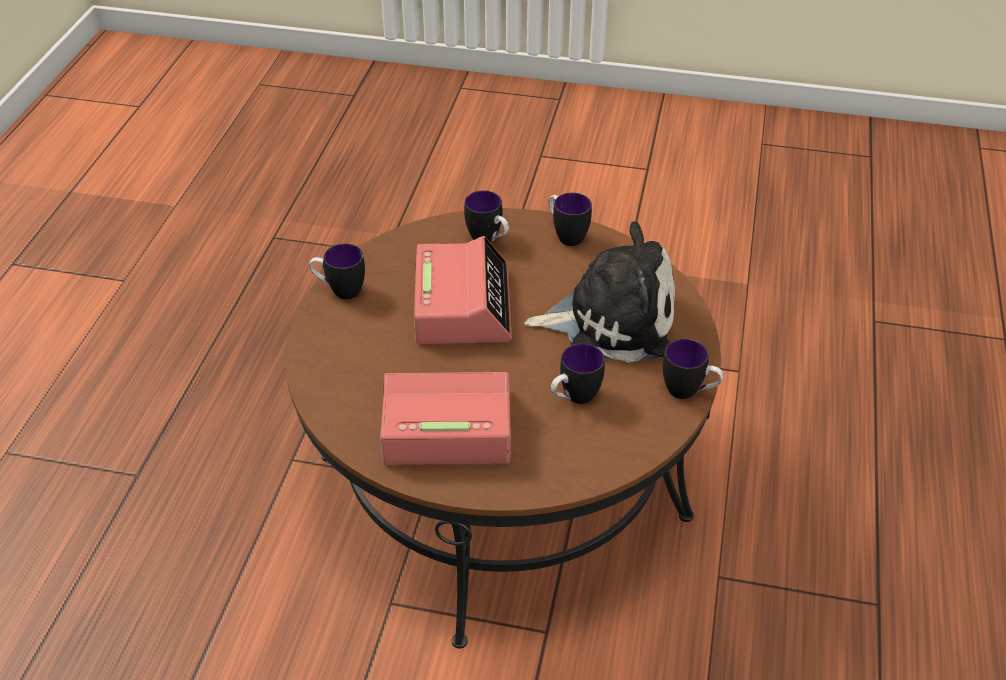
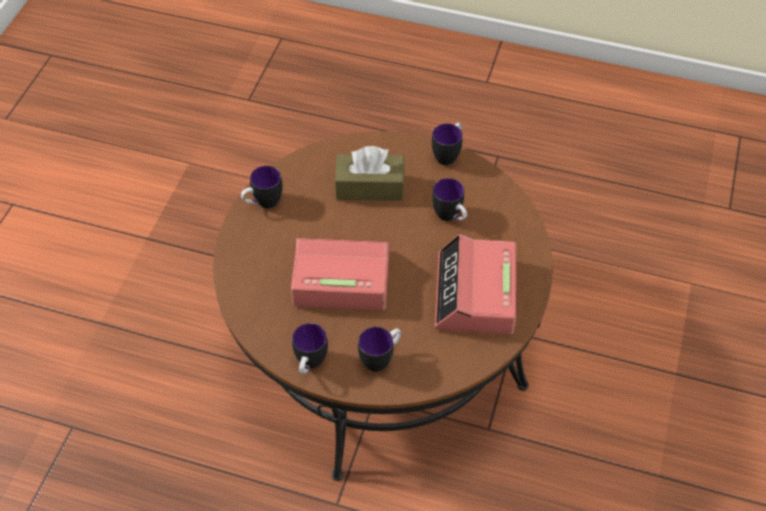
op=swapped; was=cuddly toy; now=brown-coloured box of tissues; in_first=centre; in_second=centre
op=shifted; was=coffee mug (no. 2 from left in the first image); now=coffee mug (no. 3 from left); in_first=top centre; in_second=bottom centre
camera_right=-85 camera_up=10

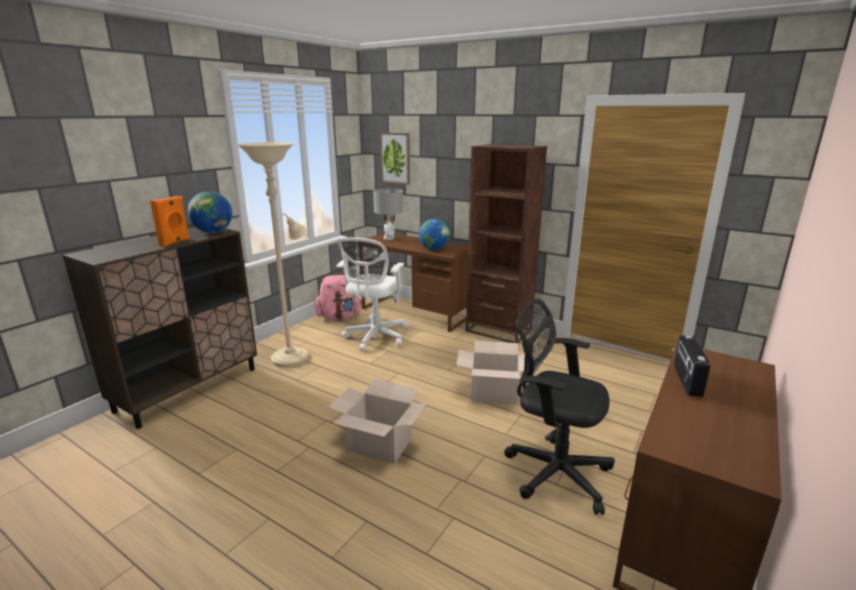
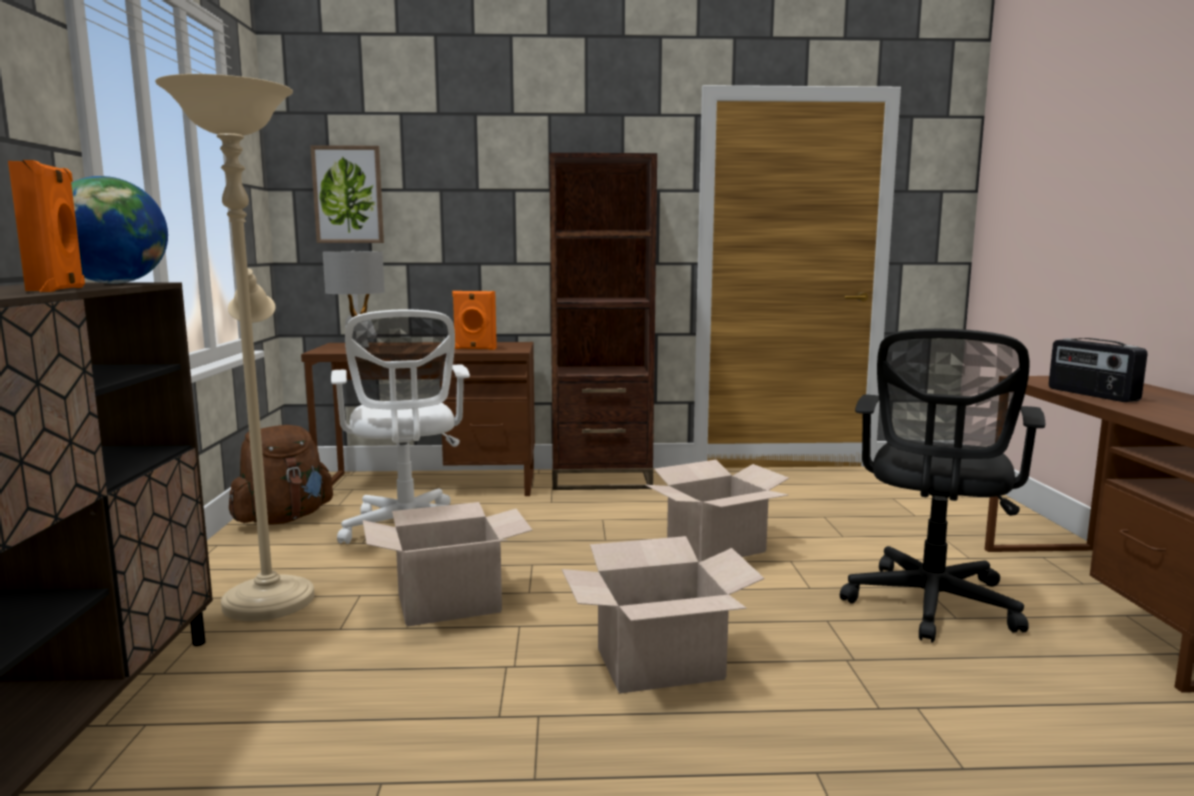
op=repainted; was=pinkish knapsack; now=brown-coloured knapsack; in_first=centre; in_second=middle left
op=new; now=carton (no. 1 from left); in_second=bottom centre
op=swapped; was=world globe (no. 2 from left); now=orange audio speaker (no. 2 from left); in_first=centre; in_second=centre
op=rotated; was=blackish office chair; in_first=bottom centre; in_second=middle right; clockwise=-60
camera_right=-35 camera_up=-10

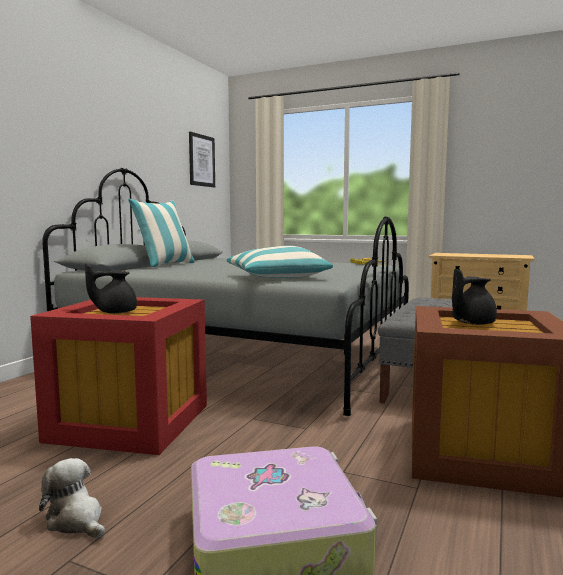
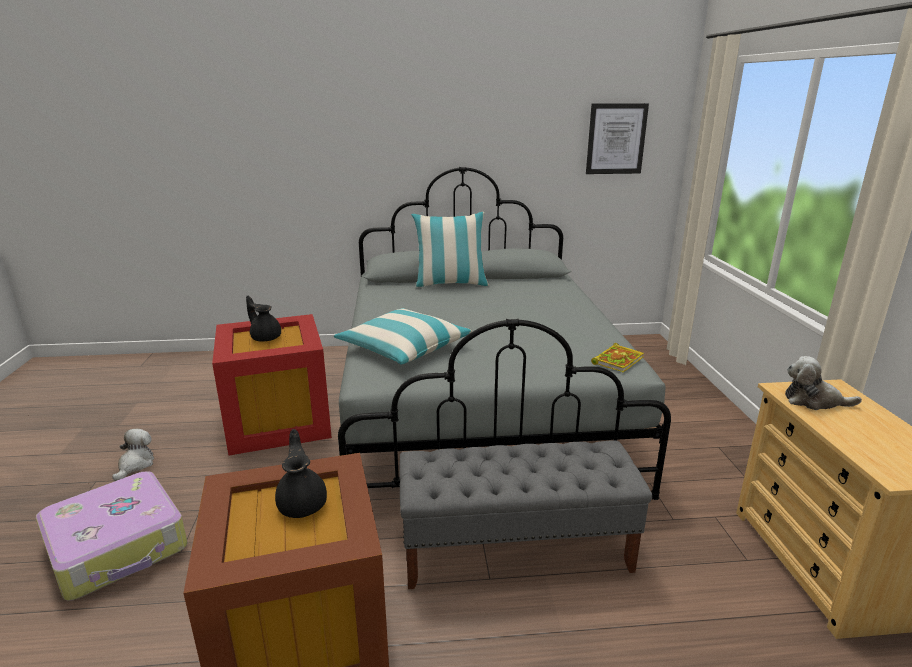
op=rotated; was=blackish teapot (no. 2 from left); in_first=middle right; in_second=bottom left; clockwise=45
op=new; now=cuddly toy (no. 2 from left); in_second=middle right
camera_right=60 camera_up=15

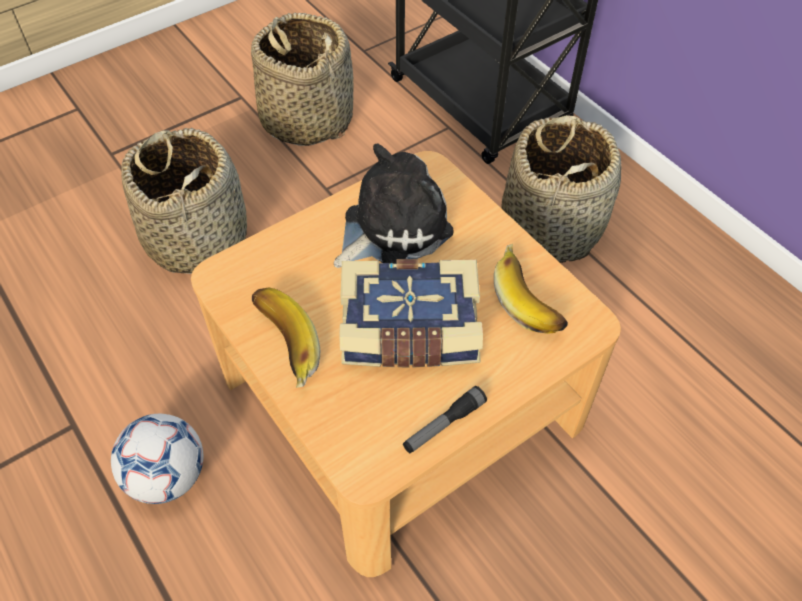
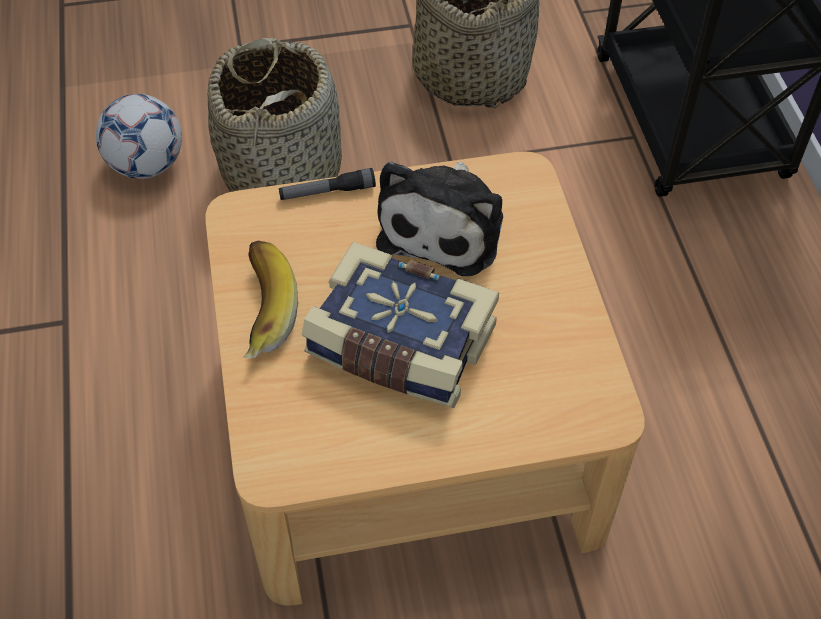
op=shifted; was=football; in_first=bottom left; in_second=top left
op=shifted; was=flashlight; in_first=bottom centre; in_second=top centre
op=rotated; was=cuddly toy; in_first=centre; in_second=centre; clockwise=120
op=gone; was=banana (no. 2 from left); in_first=centre
op=gone; was=household basket (no. 3 from left); in_first=top right
camera_right=25 camera_up=0

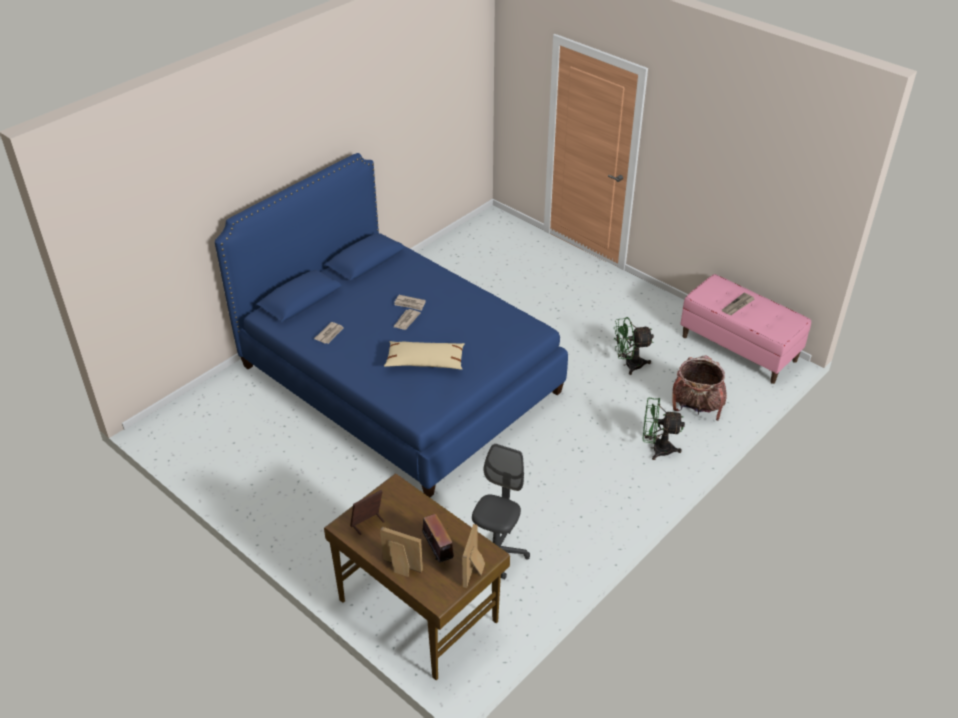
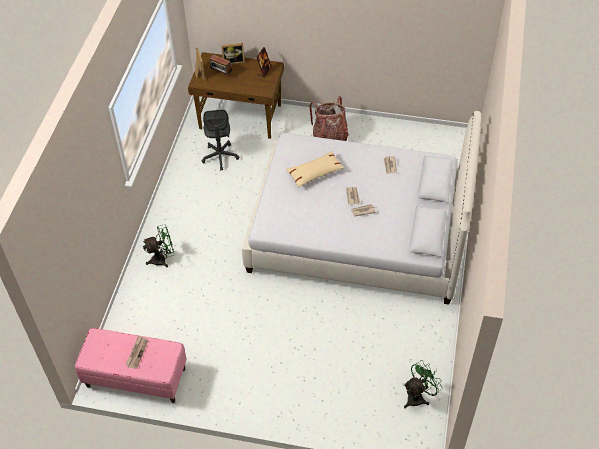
op=repainted; was=bluish bedroom bed; now=white bedroom bed; in_first=centre; in_second=centre
op=shifted; was=knapsack; in_first=middle right; in_second=top centre
op=shifted; was=greenish cooling fan (no. 1 from left in the first image); now=greenish cooling fan (no. 2 from left); in_first=centre; in_second=bottom right
camera_right=150 camera_up=10

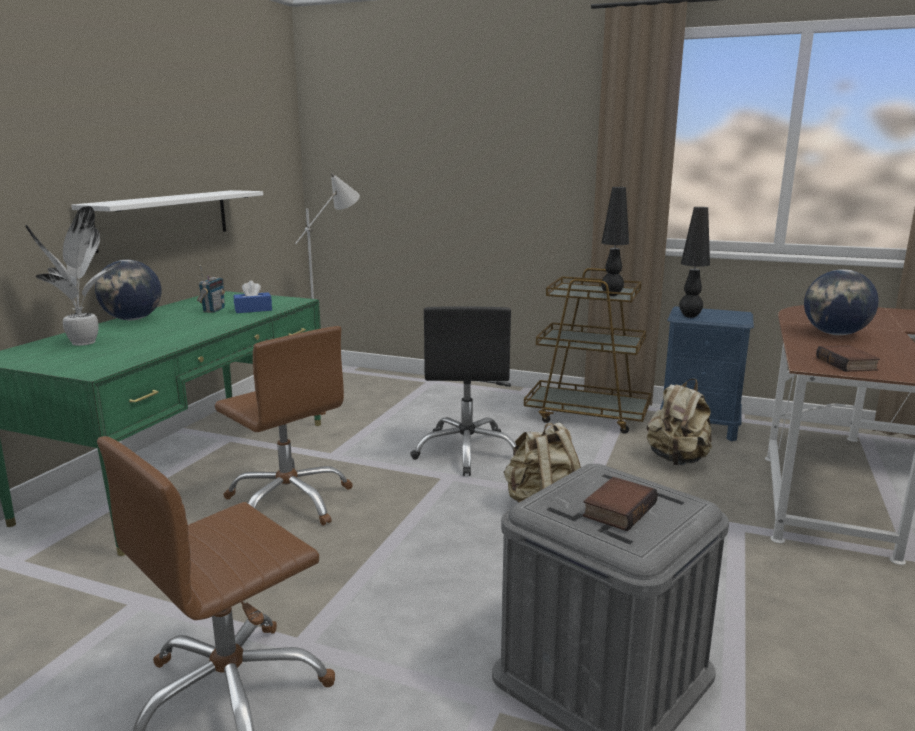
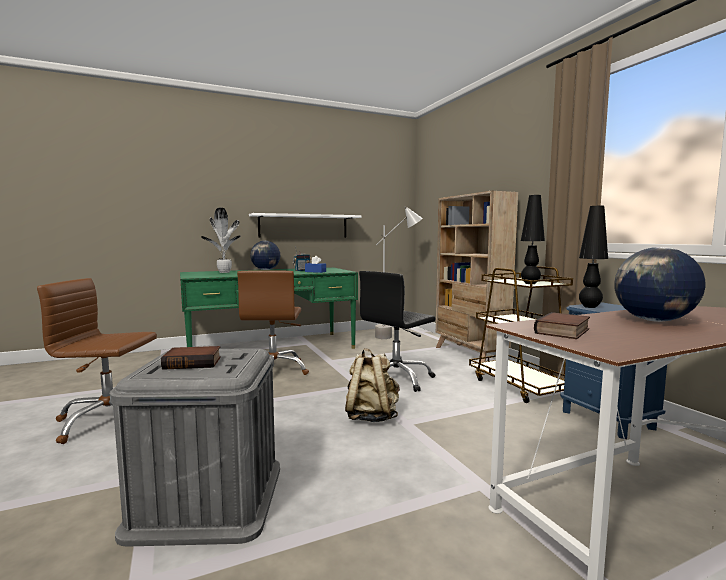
op=new; now=beige-coloured bookcase; in_second=centre
op=gone; was=beige-coloured knapsack (no. 2 from left); in_first=middle right
camera_right=45 camera_up=-10

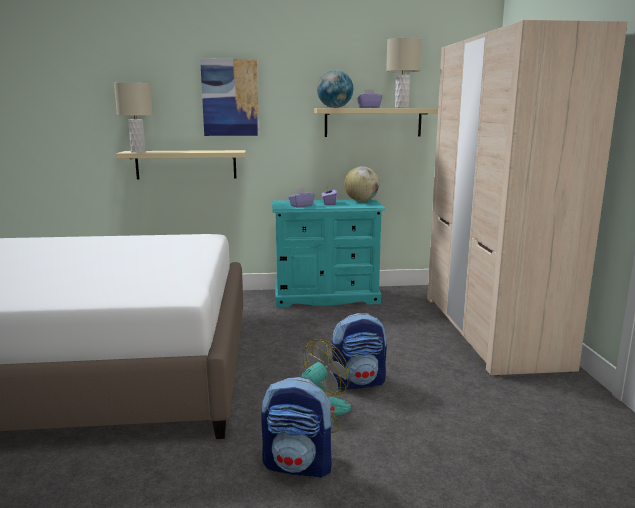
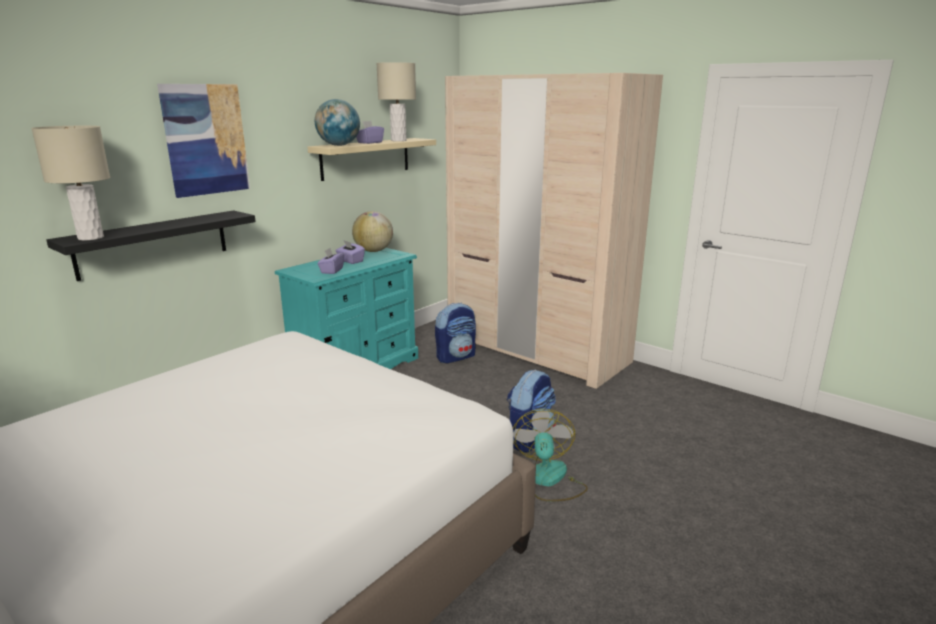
op=repainted; was=beige-coloured bracket shelf (no. 1 from left); now=blackish bracket shelf; in_first=top left; in_second=middle left
op=shifted; was=knapsack (no. 1 from left); in_first=bottom centre; in_second=centre
camera_right=-45 camera_up=5

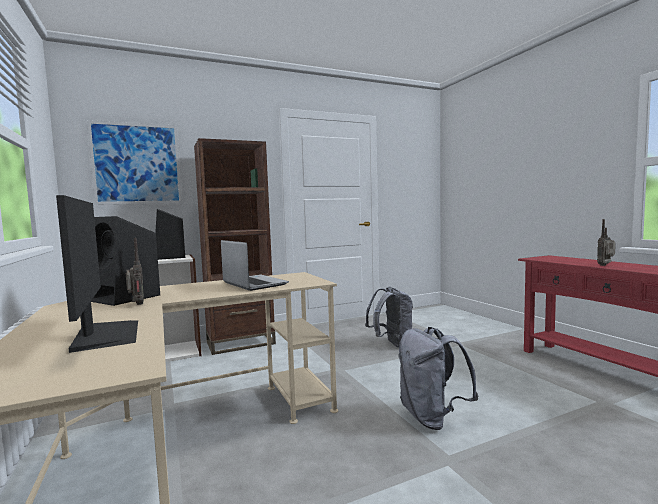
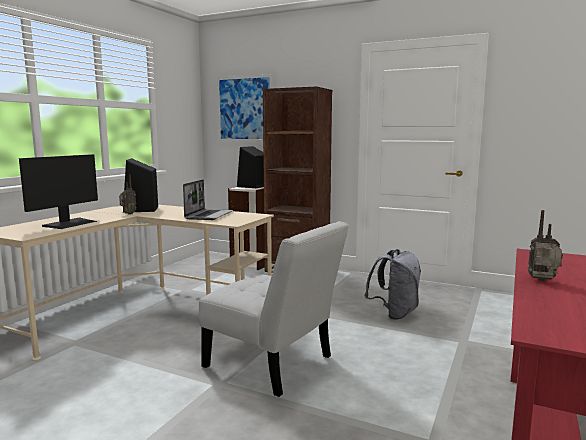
op=swapped; was=grey knapsack (no. 2 from left); now=white upright chair; in_first=bottom centre; in_second=bottom centre
camera_right=50 camera_up=5

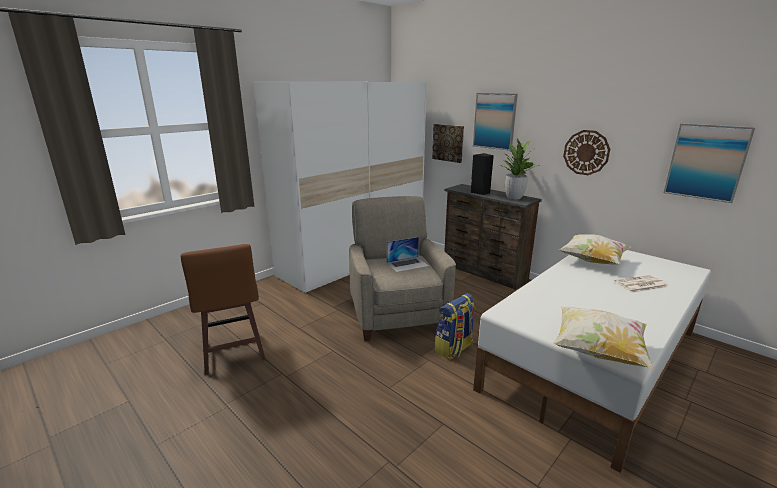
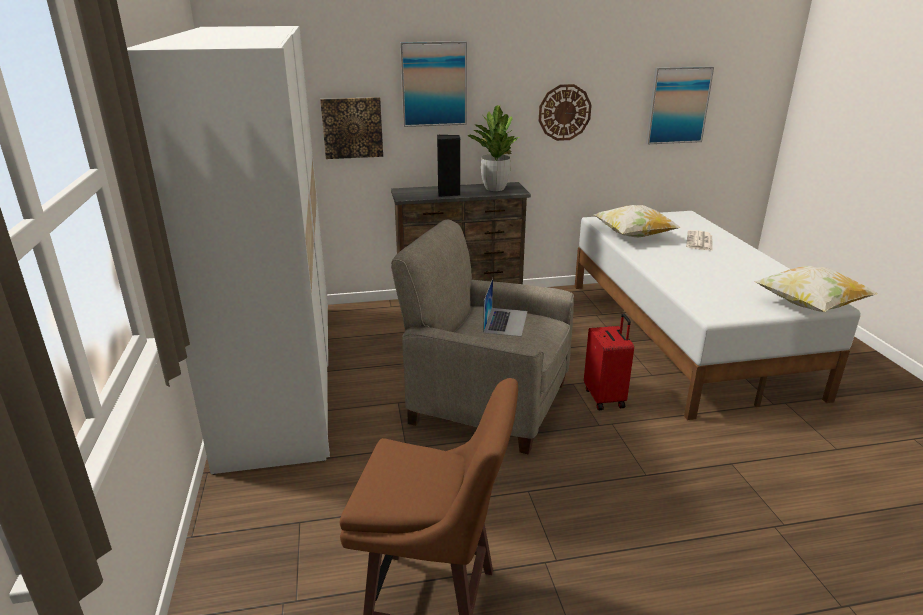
op=swapped; was=knapsack; now=red travel case; in_first=bottom centre; in_second=centre
camera_right=-55 camera_up=5

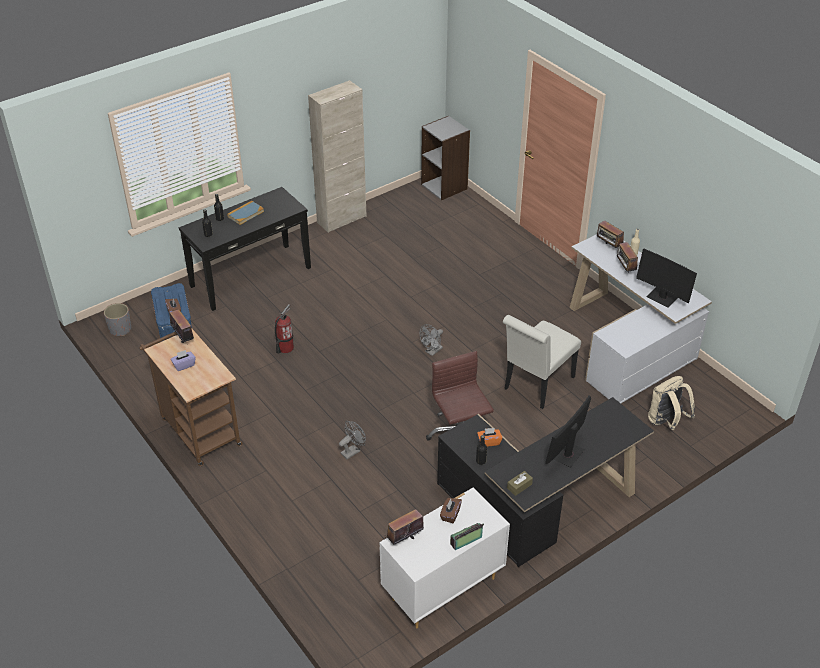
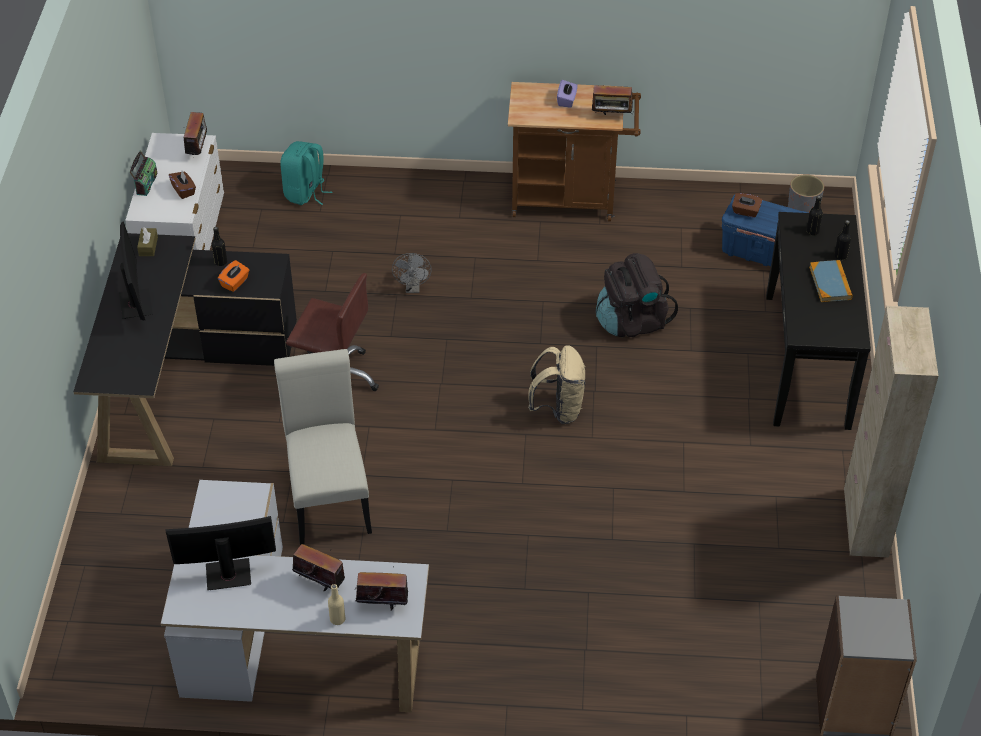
op=new; now=turquoise knapsack; in_second=top left
op=shifted; was=beige-coloured knapsack; in_first=middle right; in_second=centre
op=swapped; was=fire extinguisher; now=blackish knapsack; in_first=centre; in_second=centre
op=gone; was=grey cooling fan (no. 2 from left); in_first=centre
camera_right=130 camera_up=5

